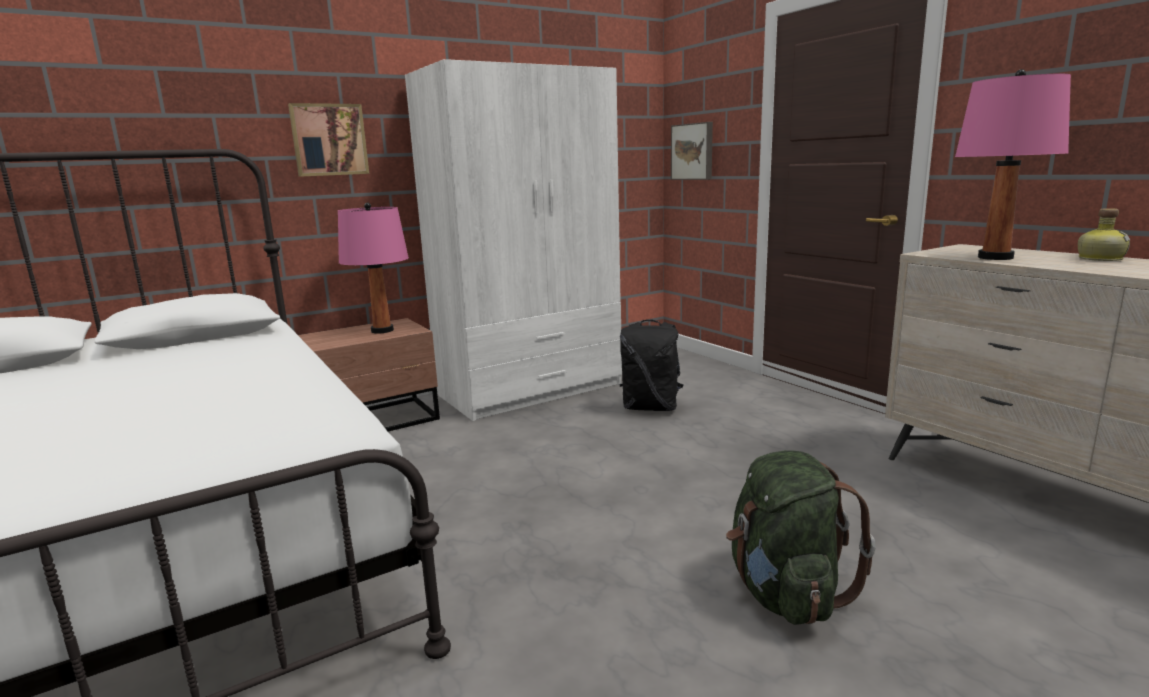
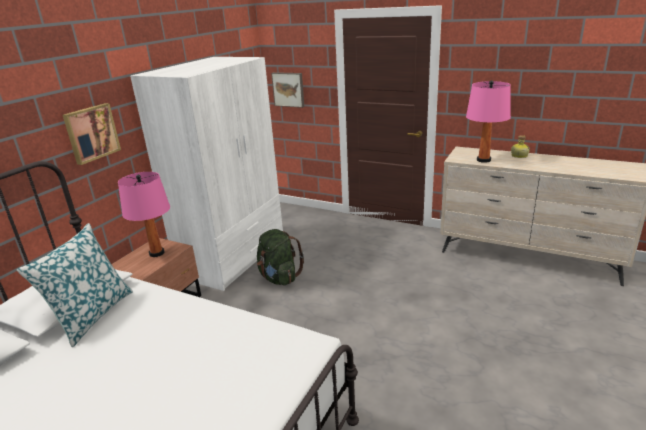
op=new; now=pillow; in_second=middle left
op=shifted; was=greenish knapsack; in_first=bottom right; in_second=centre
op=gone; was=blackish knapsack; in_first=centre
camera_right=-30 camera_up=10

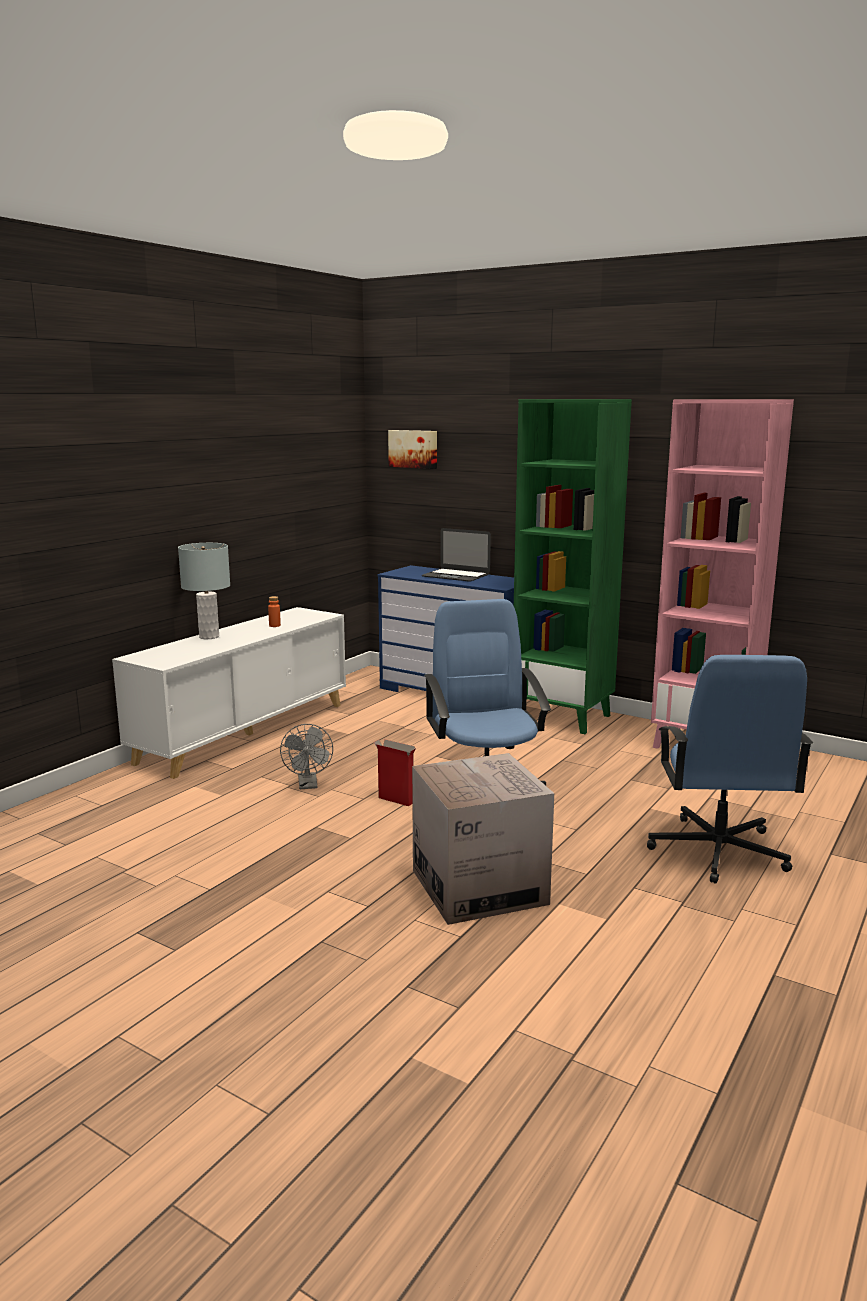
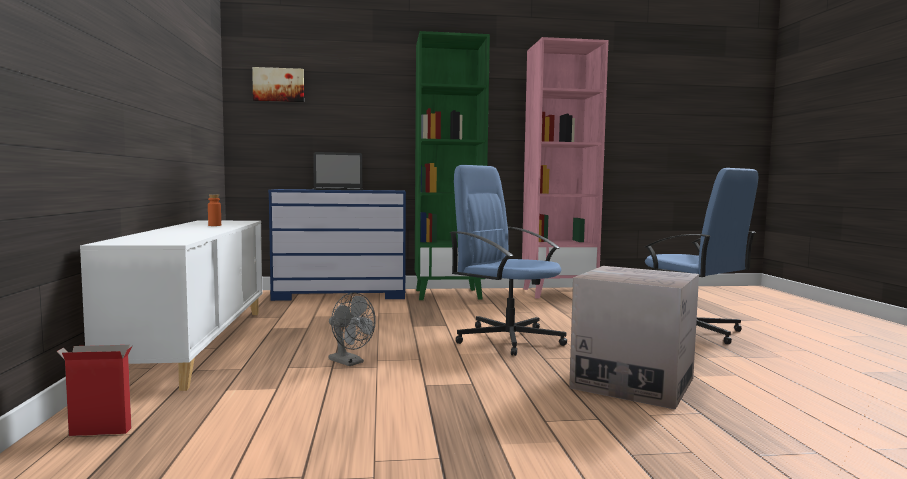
op=shifted; was=carton (no. 1 from left); in_first=centre; in_second=bottom left
op=gone; was=grey tabletop lamp; in_first=middle left
camera_right=-40 camera_up=-10

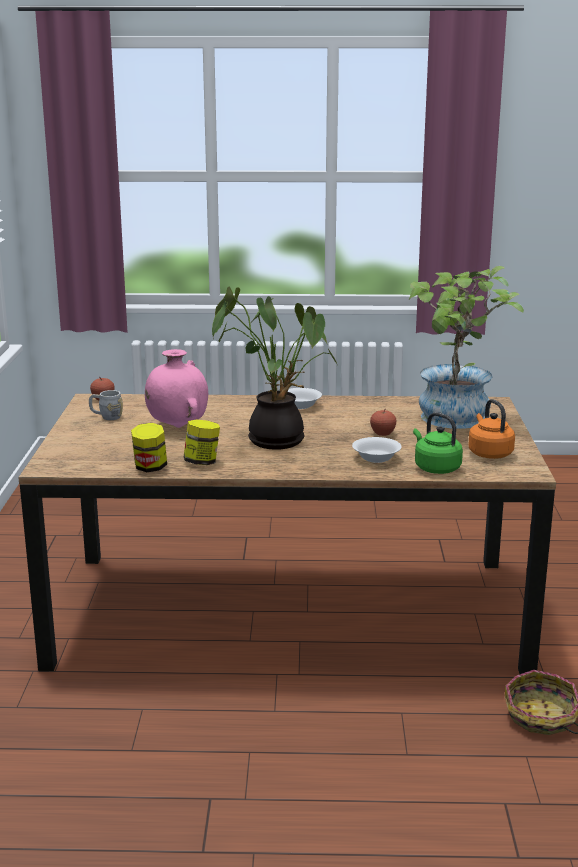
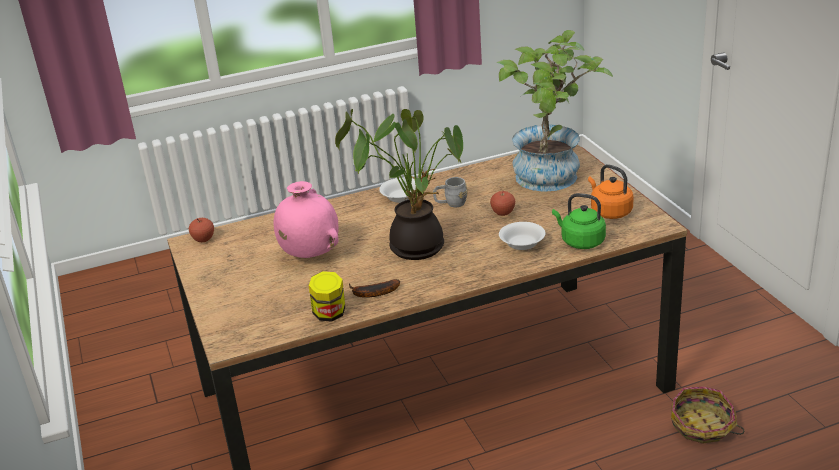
op=swapped; was=storage jar (no. 2 from left); now=banana; in_first=centre; in_second=centre
op=shifted; was=grey coffee mug; in_first=middle left; in_second=centre
camera_right=-20 camera_up=10

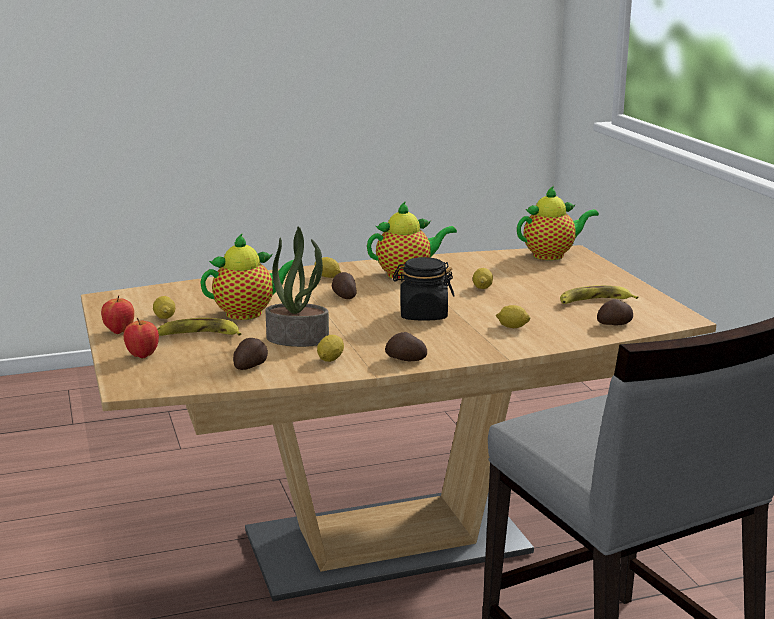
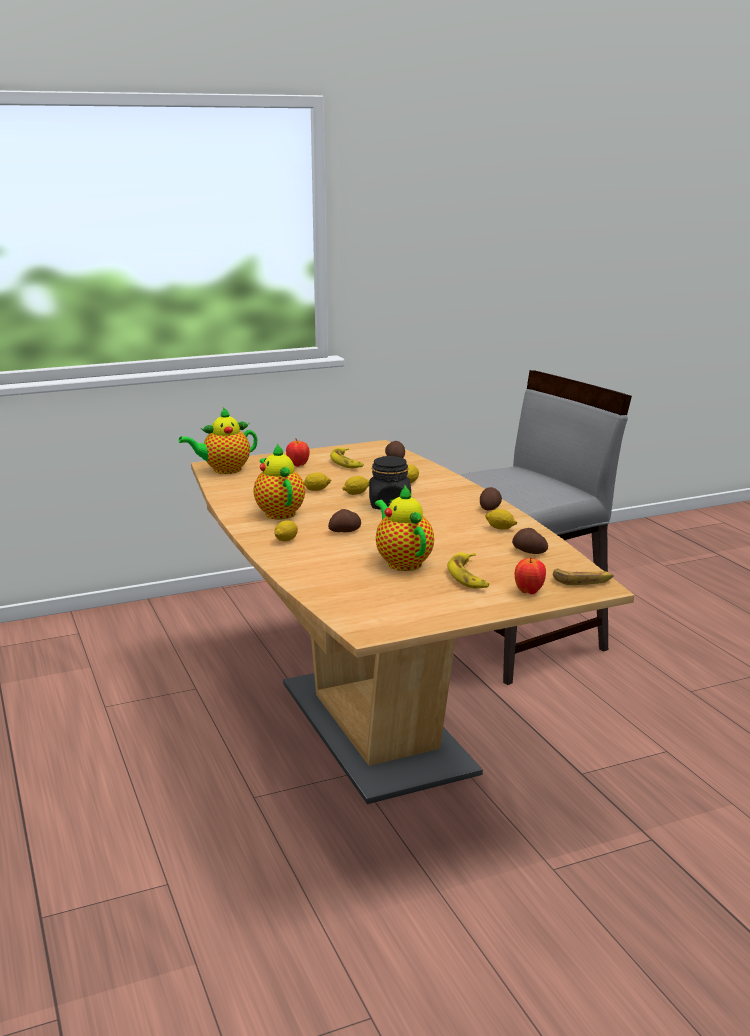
op=rotated; was=teapot (no. 3 from left in the first image); in_first=middle right; in_second=middle left; clockwise=-90
op=shifted; was=apple (no. 1 from left); in_first=middle left; in_second=centre
op=shifted; was=citrus fruit (no. 1 from left in the first image); now=citrus fruit (no. 3 from left); in_first=middle left; in_second=centre
op=new; now=banana (no. 3 from left); in_second=middle right
op=gone; was=houseplant; in_first=centre
camera_right=-95 camera_up=0

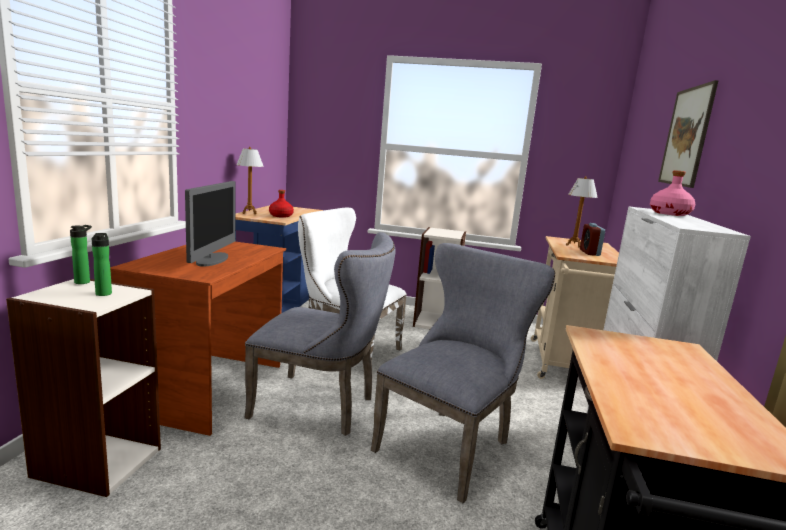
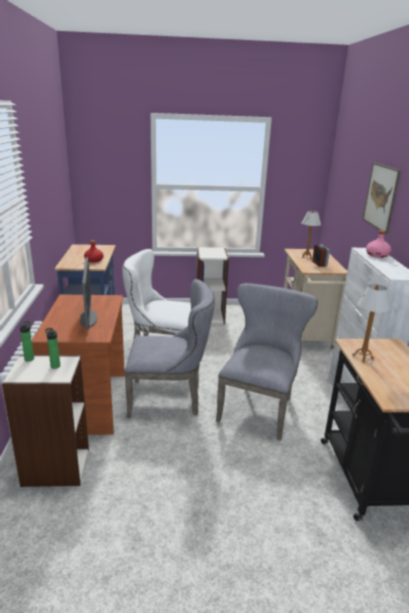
op=shifted; was=tabletop lamp (no. 1 from left in the first image); now=tabletop lamp (no. 2 from left); in_first=middle left; in_second=middle right
camera_right=-15 camera_up=10

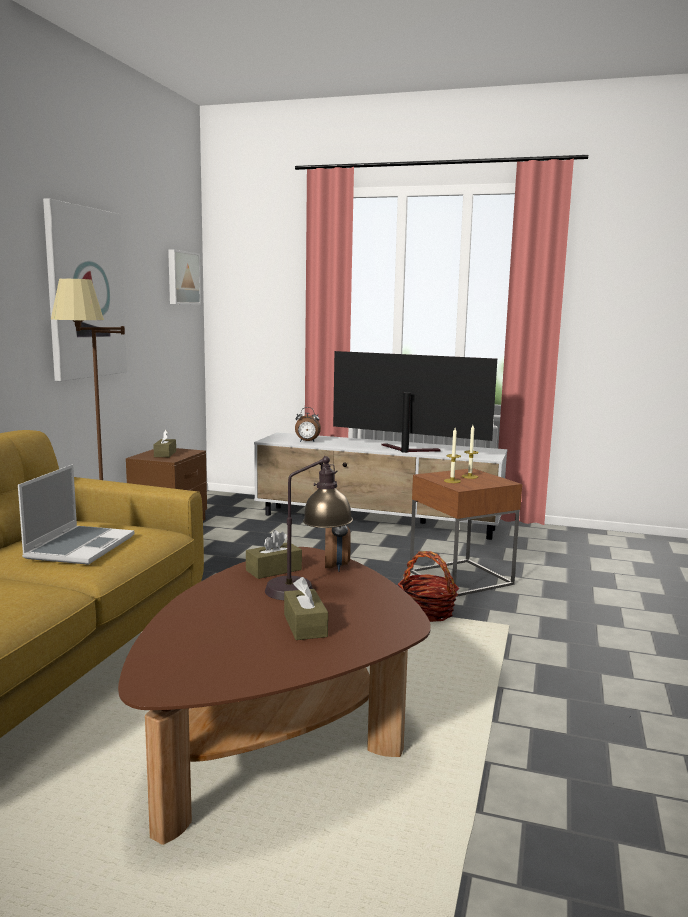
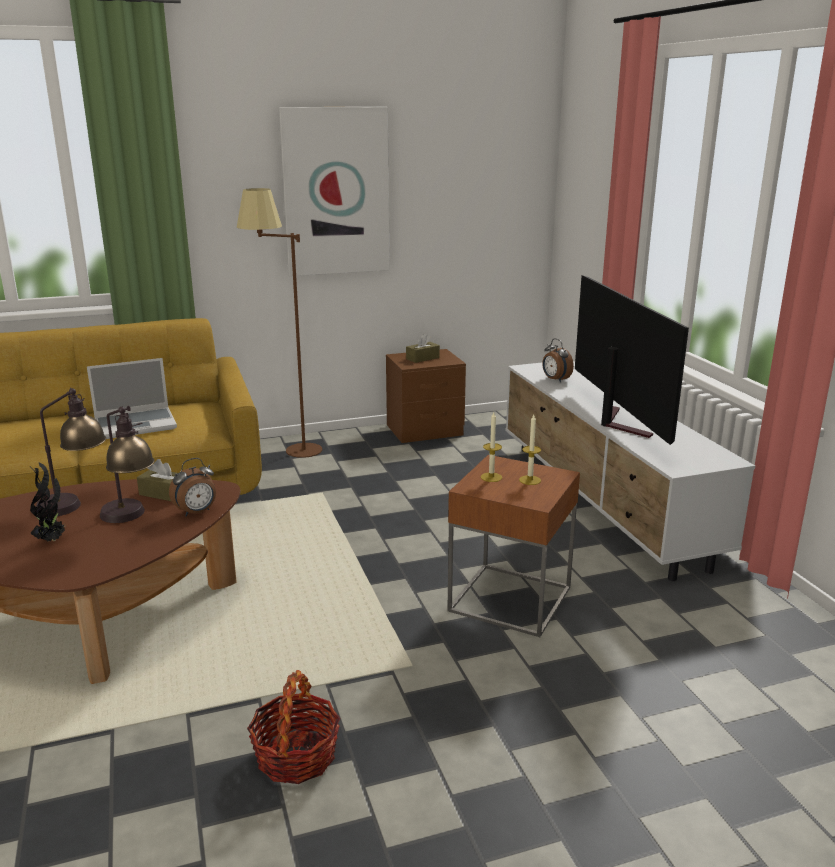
op=swapped; was=brown-coloured box of tissues (no. 3 from left); now=houseplant; in_first=centre; in_second=middle left
op=new; now=tabletop lamp (no. 1 from left); in_second=middle left
op=shifted; was=household basket; in_first=centre; in_second=bottom centre
op=gone; was=wall art (no. 2 from left); in_first=top left
camera_right=55 camera_up=10

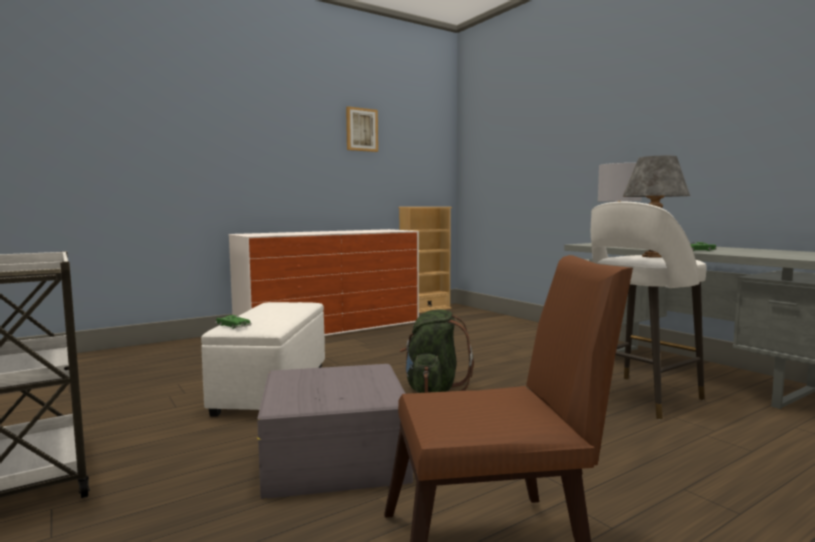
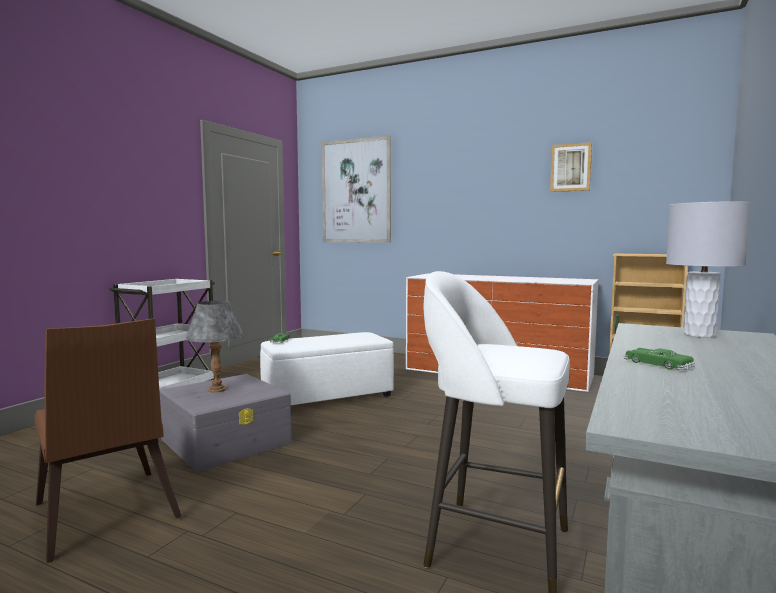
op=shifted; was=grey tabletop lamp (no. 2 from left in the first image); now=grey tabletop lamp (no. 1 from left); in_first=middle right; in_second=middle left
op=new; now=wall art (no. 1 from left); in_second=top centre
op=gone; was=greenish knapsack; in_first=centre
camera_right=60 camera_up=0

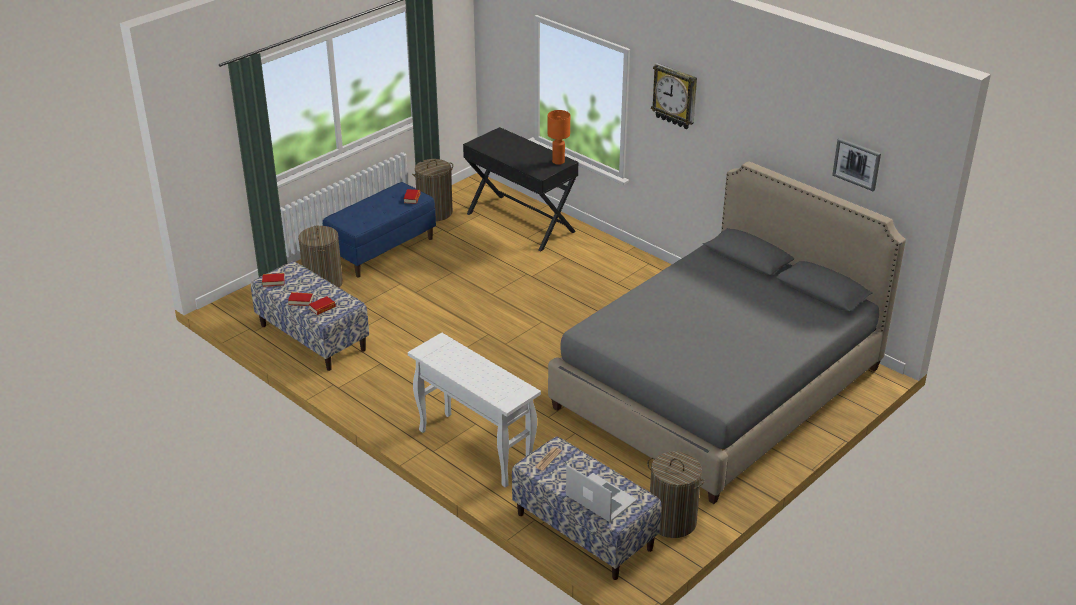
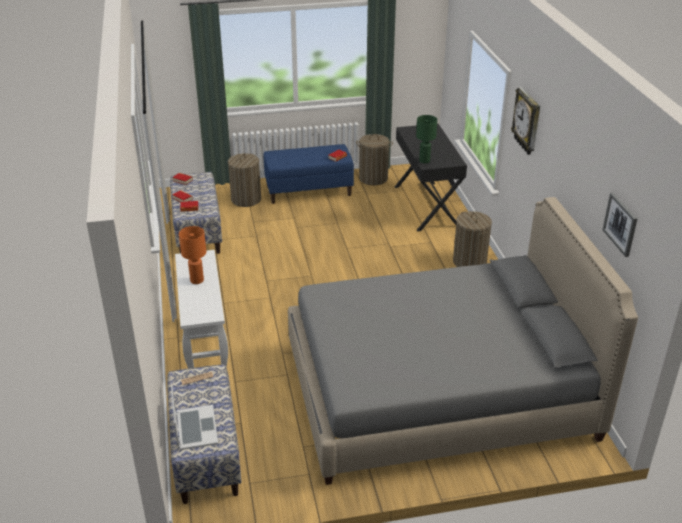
op=shifted; was=orange tabletop lamp; in_first=top centre; in_second=middle left
op=new; now=greenish tabletop lamp; in_second=top centre
op=shifted; was=hamper (no. 3 from left); in_first=bottom centre; in_second=middle right
camera_right=35 camera_up=0

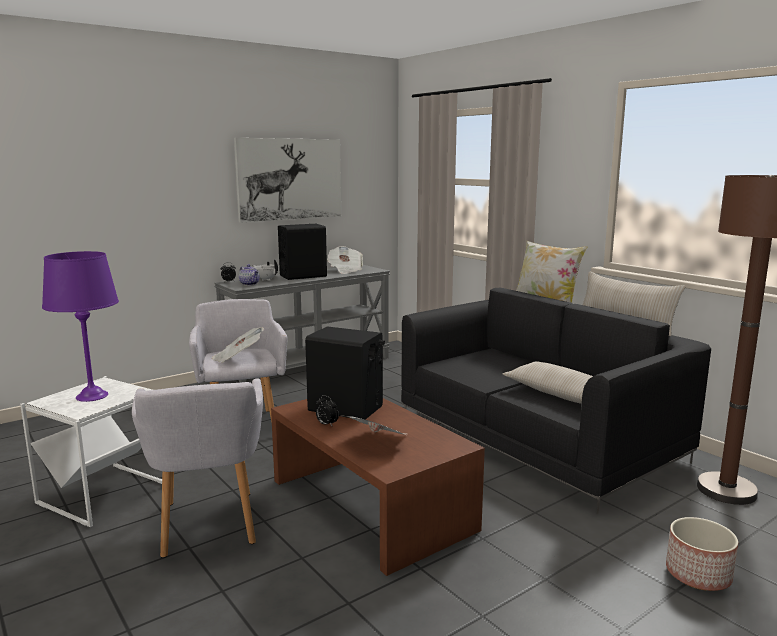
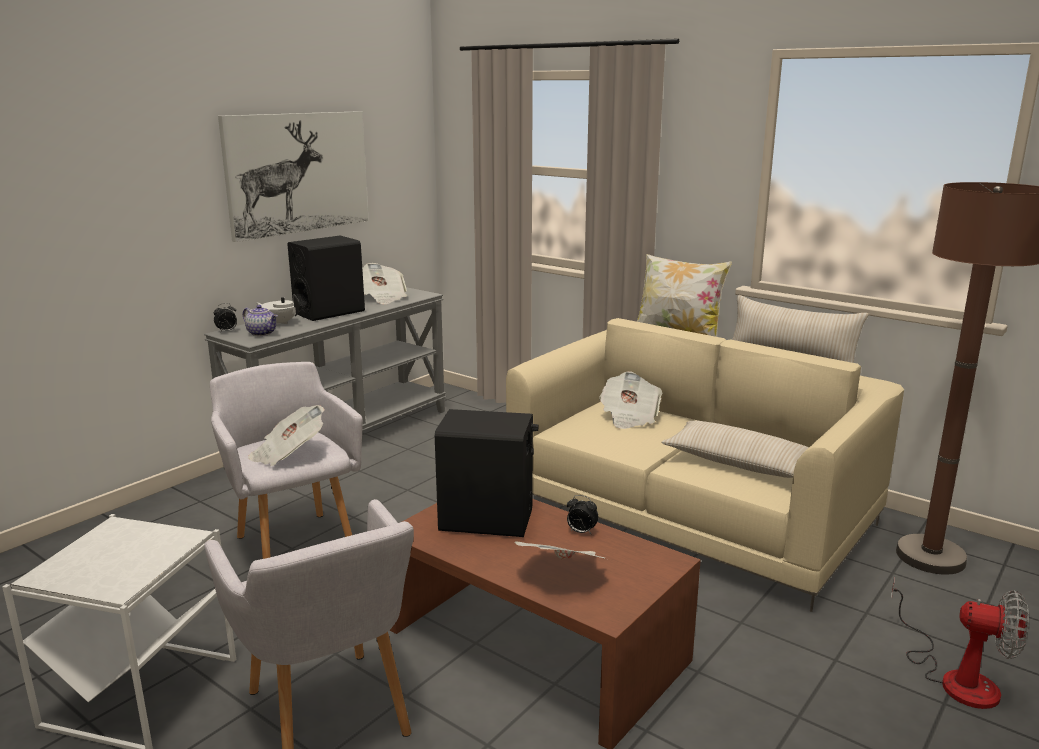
op=repainted; was=blackish sofa; now=beige-coloured sofa; in_first=middle right; in_second=middle right
op=shifted; was=table clock (no. 2 from left); in_first=centre; in_second=bottom centre
op=new; now=daily paper (no. 4 from left); in_second=centre
op=swapped; was=planter; now=cooling fan; in_first=bottom right; in_second=bottom right
op=gone; was=purplish tabletop lamp; in_first=middle left
camera_right=-15 camera_up=5

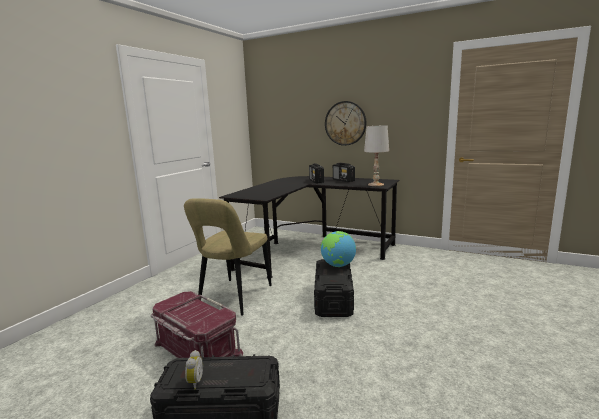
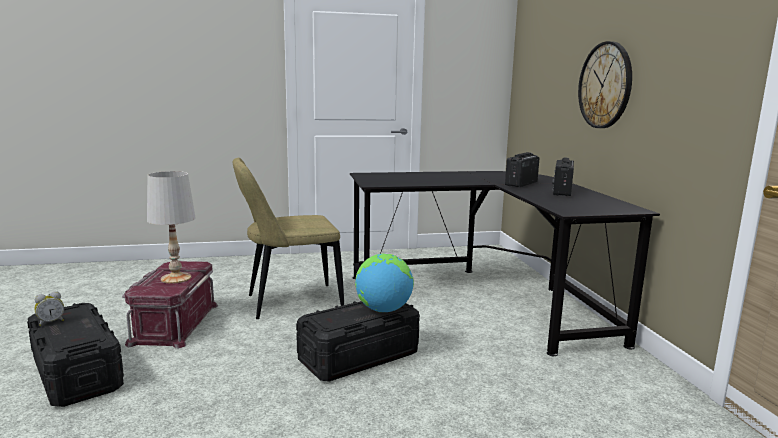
op=shifted; was=white tabletop lamp; in_first=centre; in_second=middle left
camera_right=50 camera_up=0

